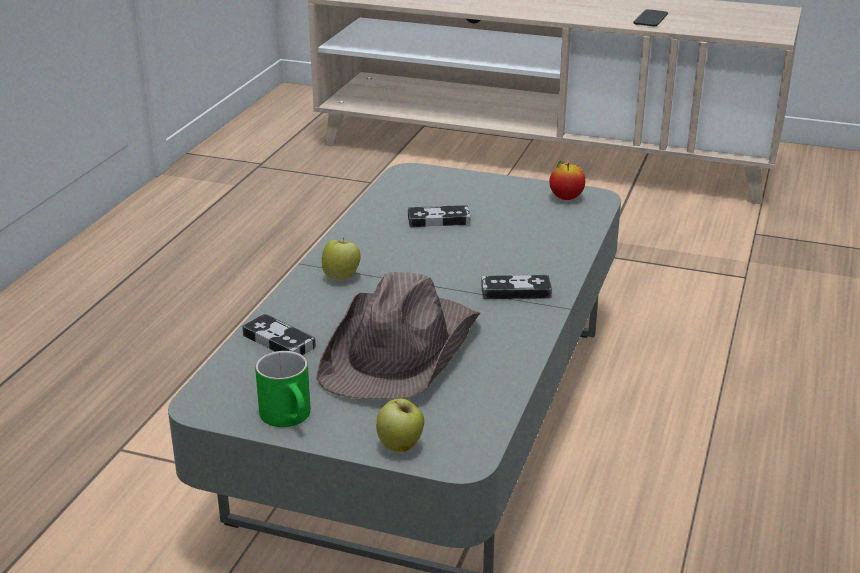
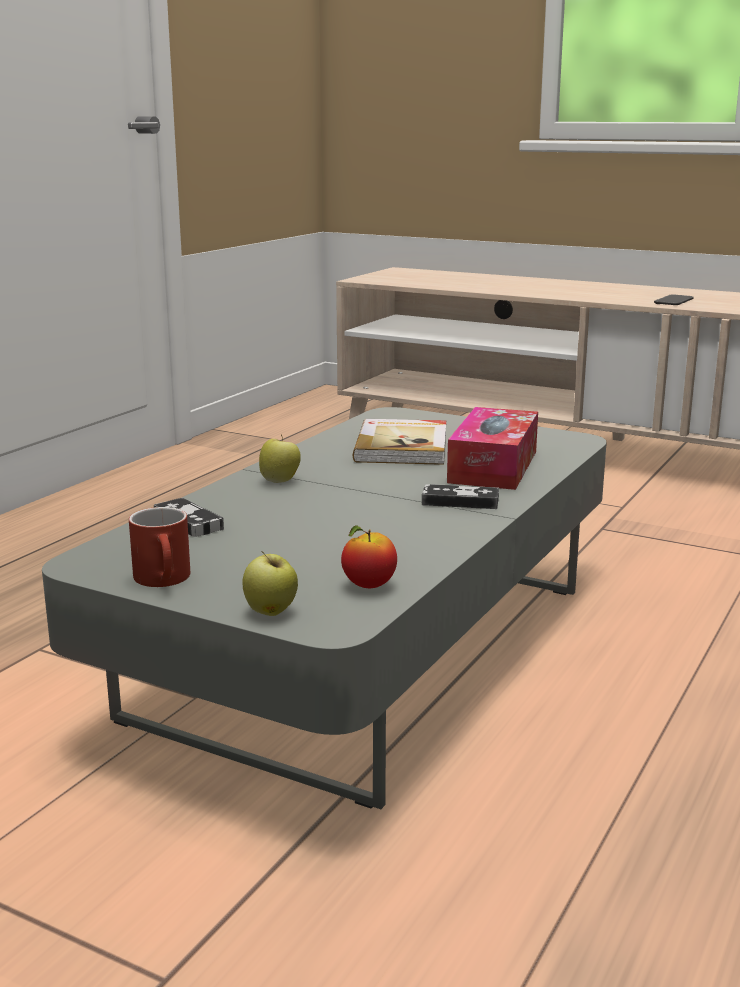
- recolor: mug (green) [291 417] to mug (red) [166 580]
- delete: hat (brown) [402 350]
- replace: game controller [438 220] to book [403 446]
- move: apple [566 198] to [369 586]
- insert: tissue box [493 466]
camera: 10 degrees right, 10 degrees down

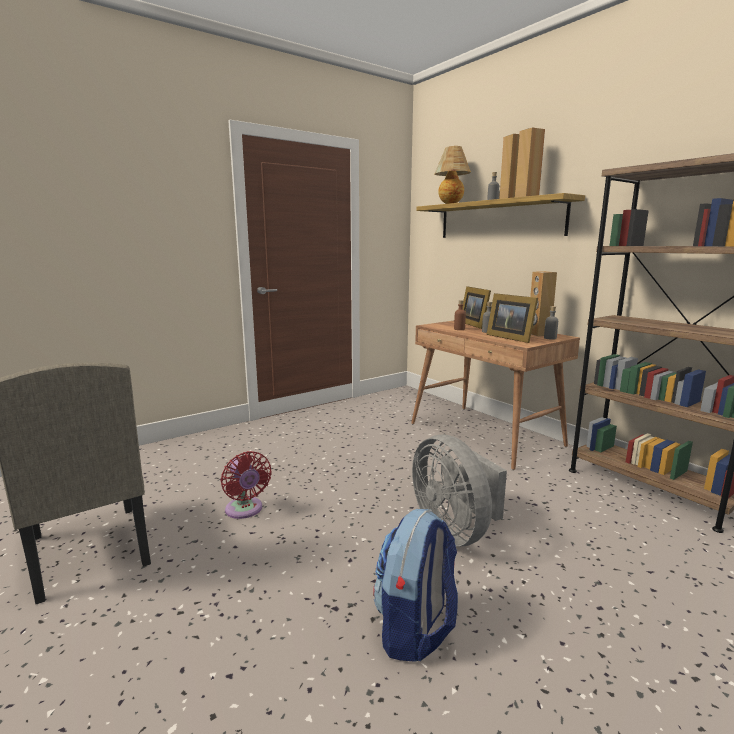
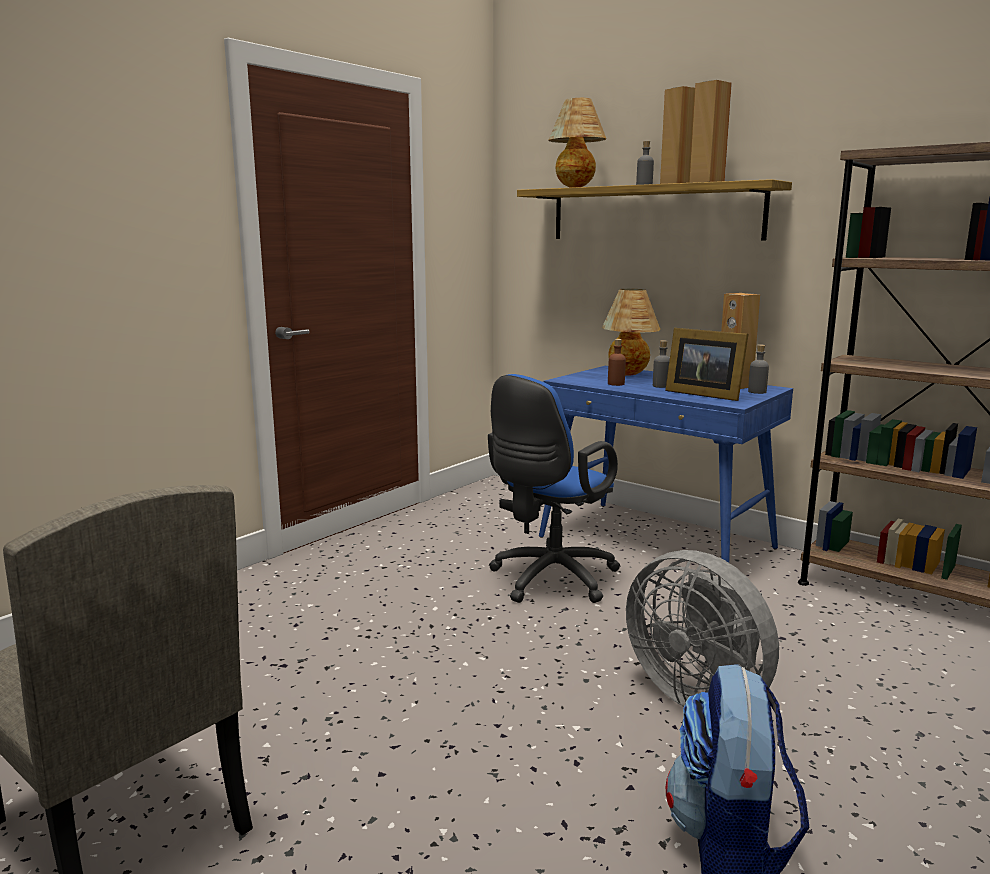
- delete: fan (red) [245 510]
- recolor: desk (brown) [485 435] to desk (blue) [657 543]
- replace: picture frame [474 324] to table lamp [629 375]
- insert: office chair (blue) [549 580]
camera: 15 degrees left, 0 degrees up

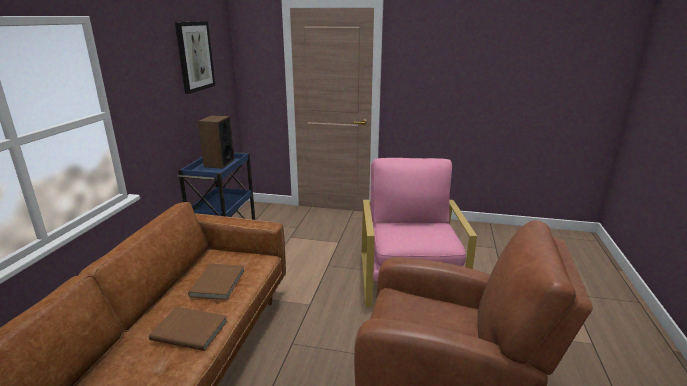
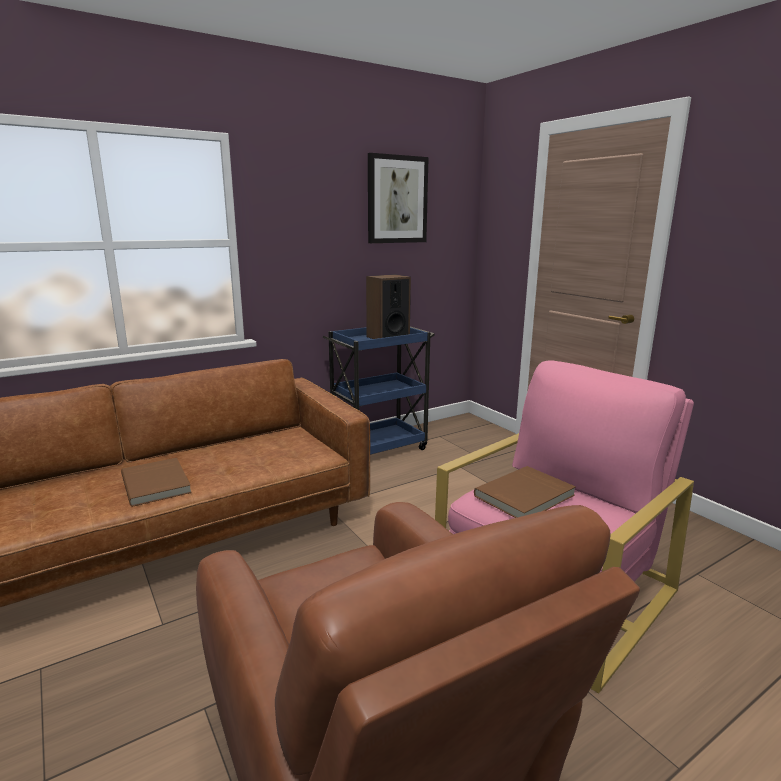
- move: book (brown) [219 283] to [526 496]
camera: 45 degrees right, 5 degrees down

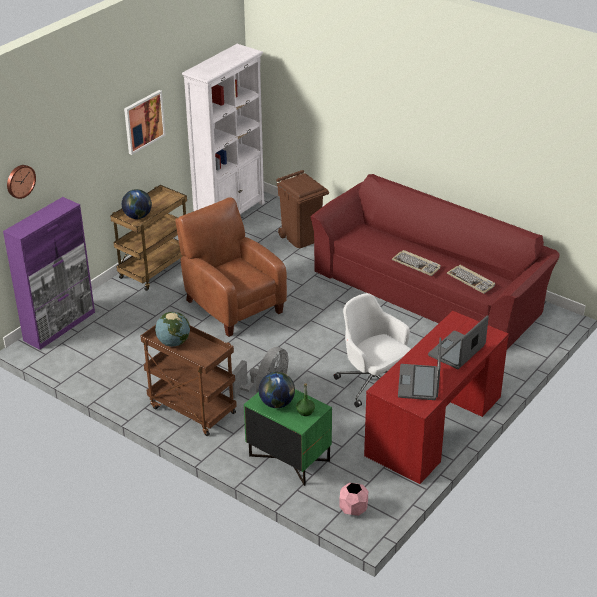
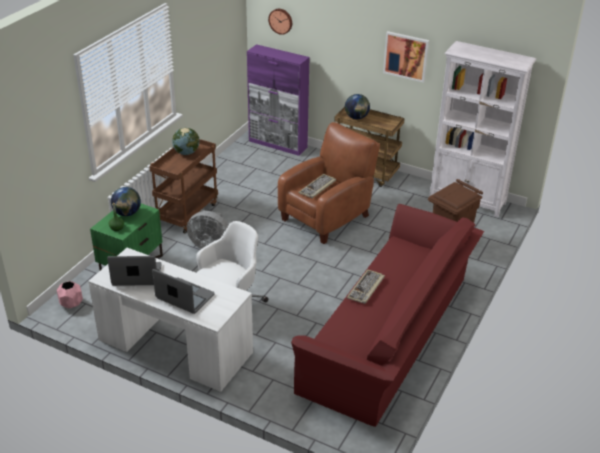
- recolor: desk (red) [433 425] to desk (white) [175 345]
- move: keyboard [471 280] to [317 187]
camera: 80 degrees right, 0 degrees up

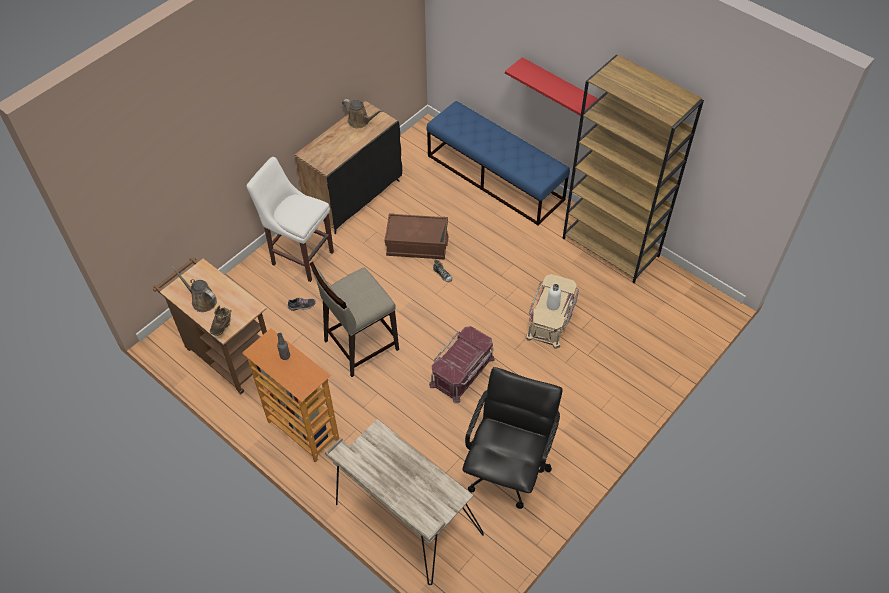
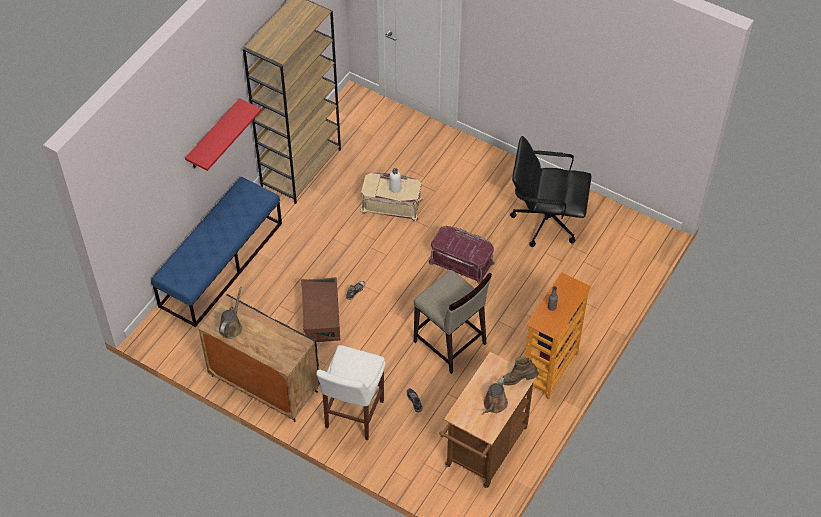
- delete: desk (beige) [404 519]
camera: 100 degrees left, 0 degrees up

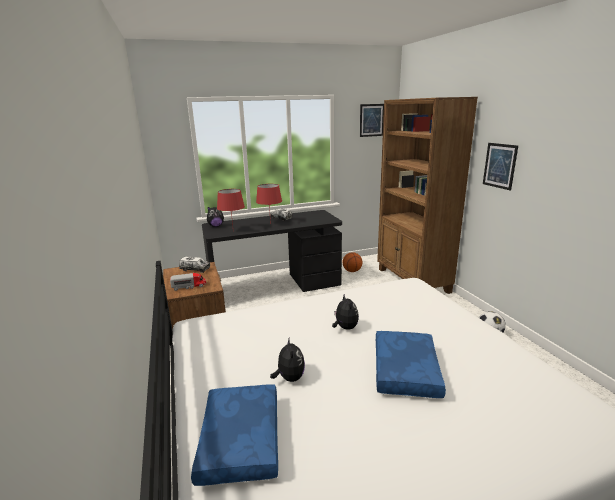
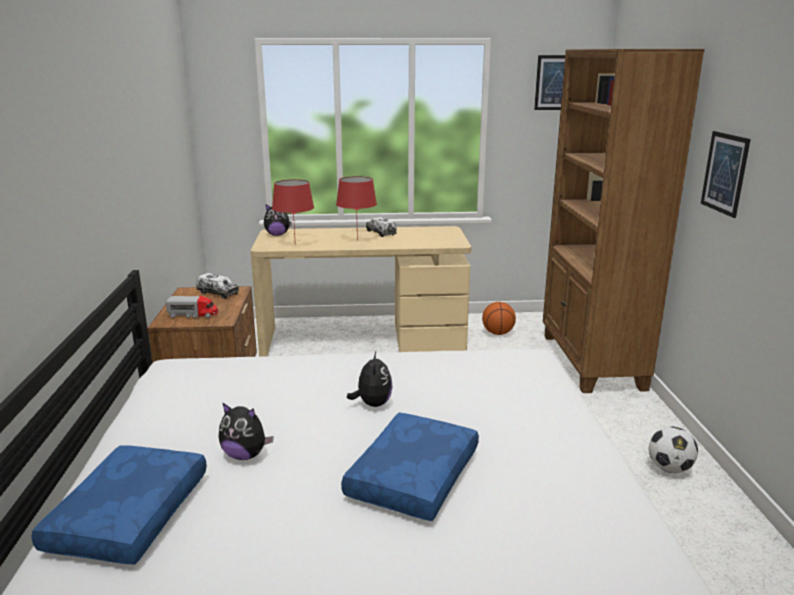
- recolor: desk (black) [275 286] to desk (beige) [363 340]
- rotate: plush toy [289 378] = [245 455] 105 degrees clockwise
camera: 15 degrees right, 0 degrees up

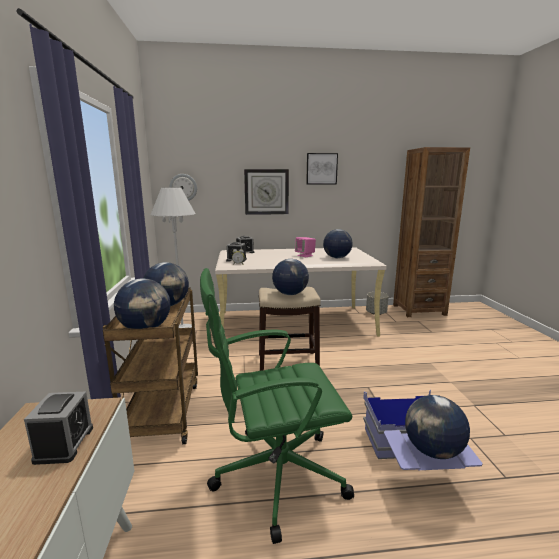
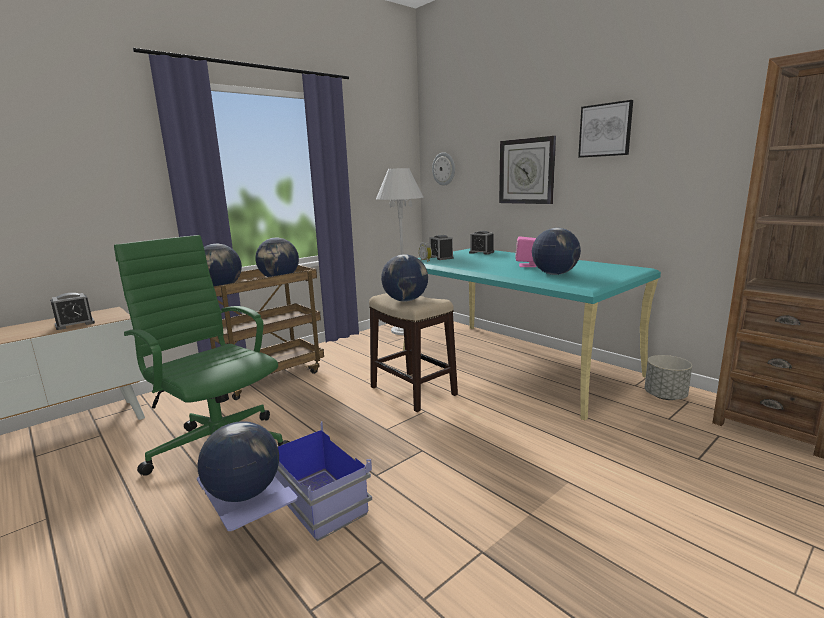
- recolor: desk (beige) [295 323] to desk (turquoise) [515 363]
camera: 55 degrees right, 0 degrees up

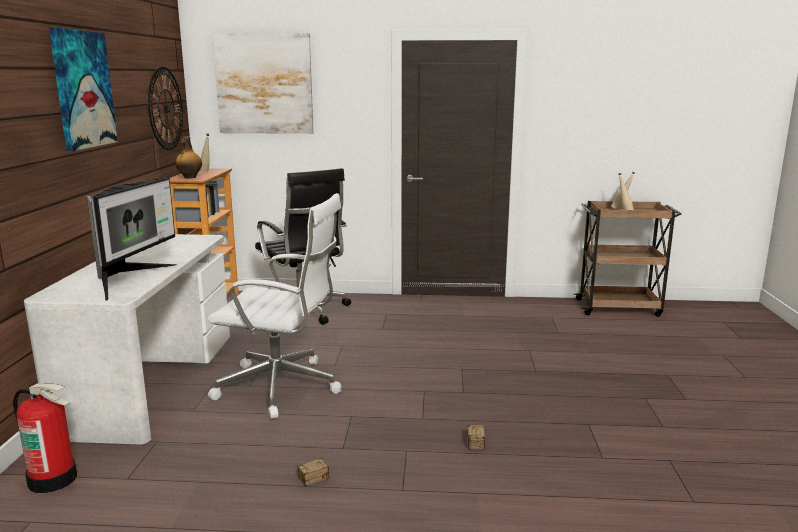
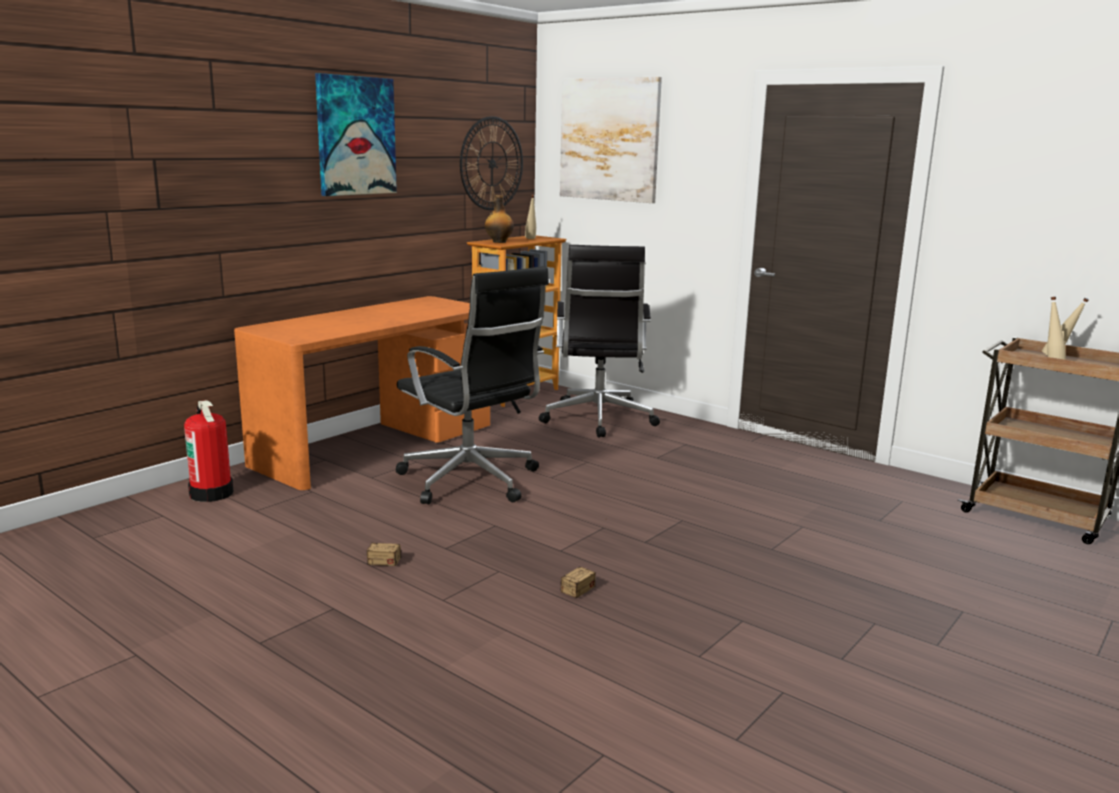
- recolor: desk (white) [152 380] to desk (orange) [375 444]
- delete: monitor [130 280]
- recolor: office chair (white) [282 387] to office chair (black) [471 482]
camera: 35 degrees right, 0 degrees up

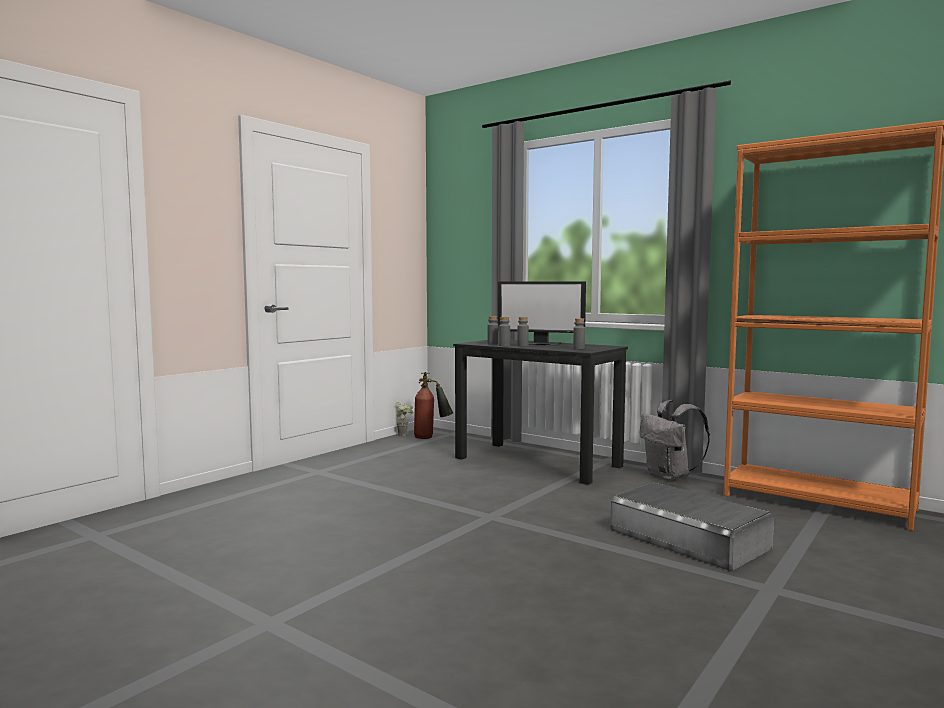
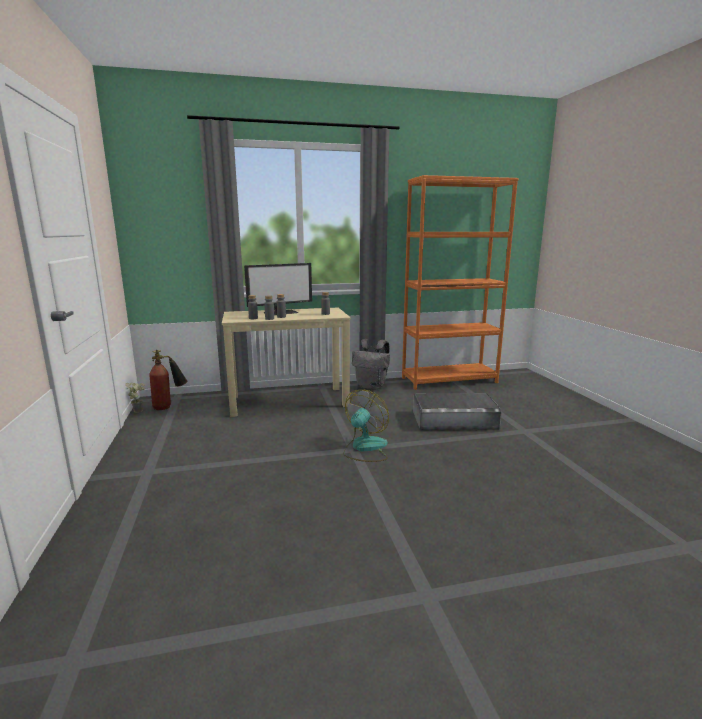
- recolor: desk (black) [538 462] to desk (beige) [289 401]
- insert: fan [365 448]
camera: 50 degrees left, 10 degrees up

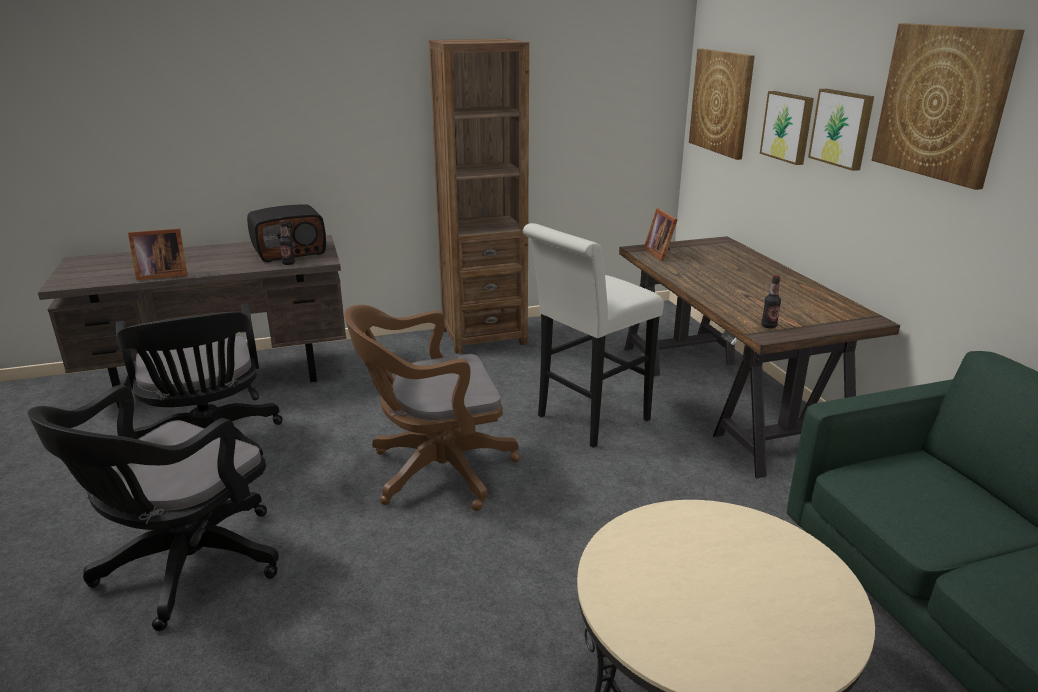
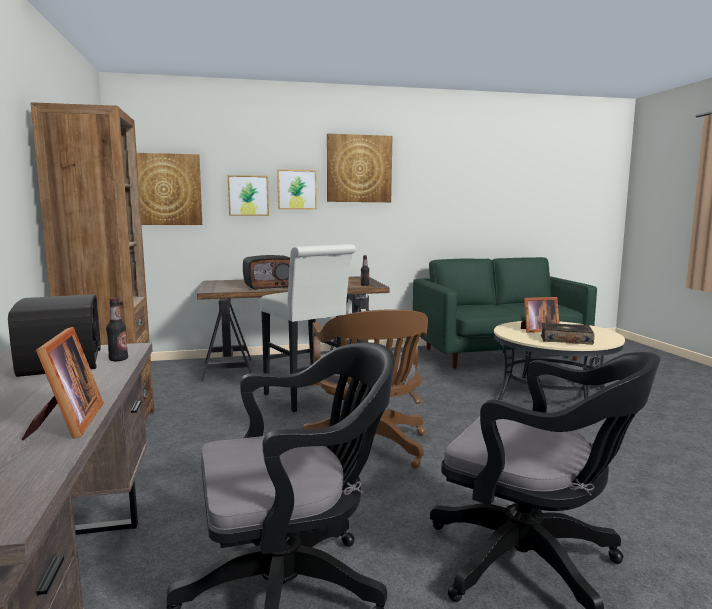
- move: picture frame [661 253] to [537 330]
- insert: radio [270 286]
- insert: book [565 340]
camera: 85 degrees left, 15 degrees down

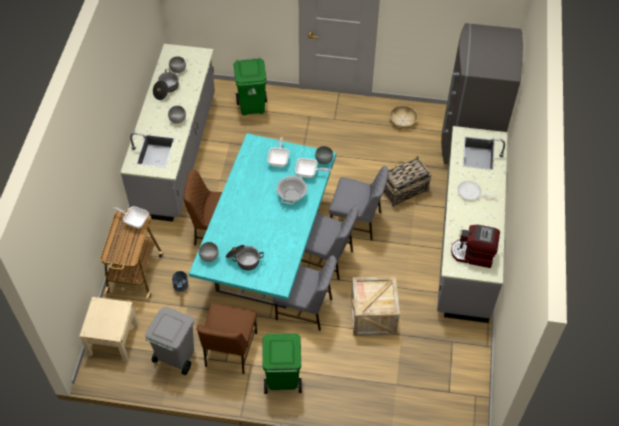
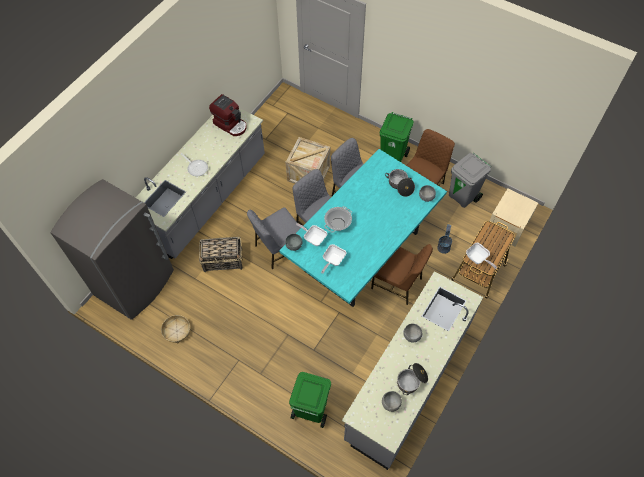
- rotate: chair (grey) [356 221] = [278 248] 75 degrees counterclockwise
camera: 155 degrees left, 5 degrees up

